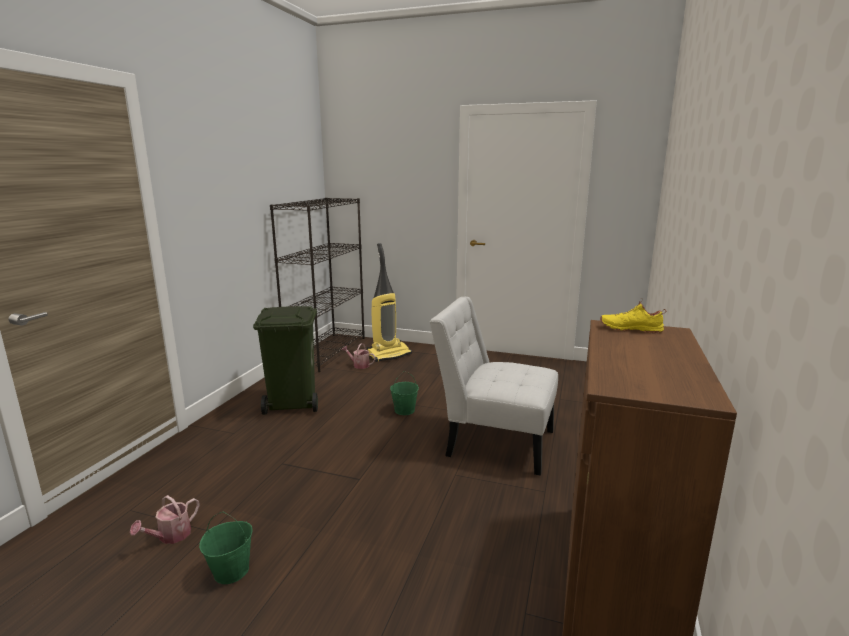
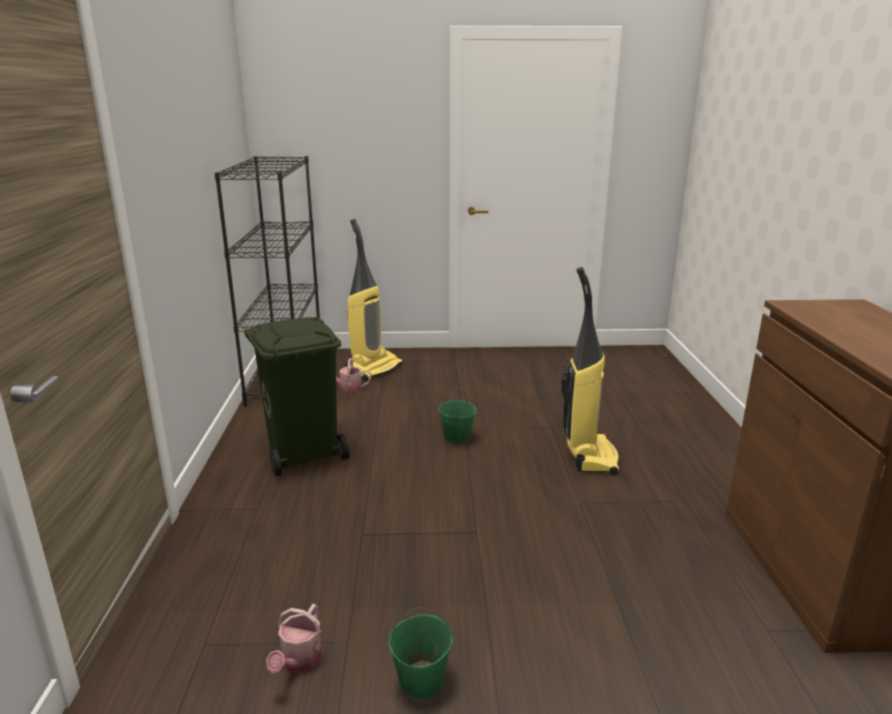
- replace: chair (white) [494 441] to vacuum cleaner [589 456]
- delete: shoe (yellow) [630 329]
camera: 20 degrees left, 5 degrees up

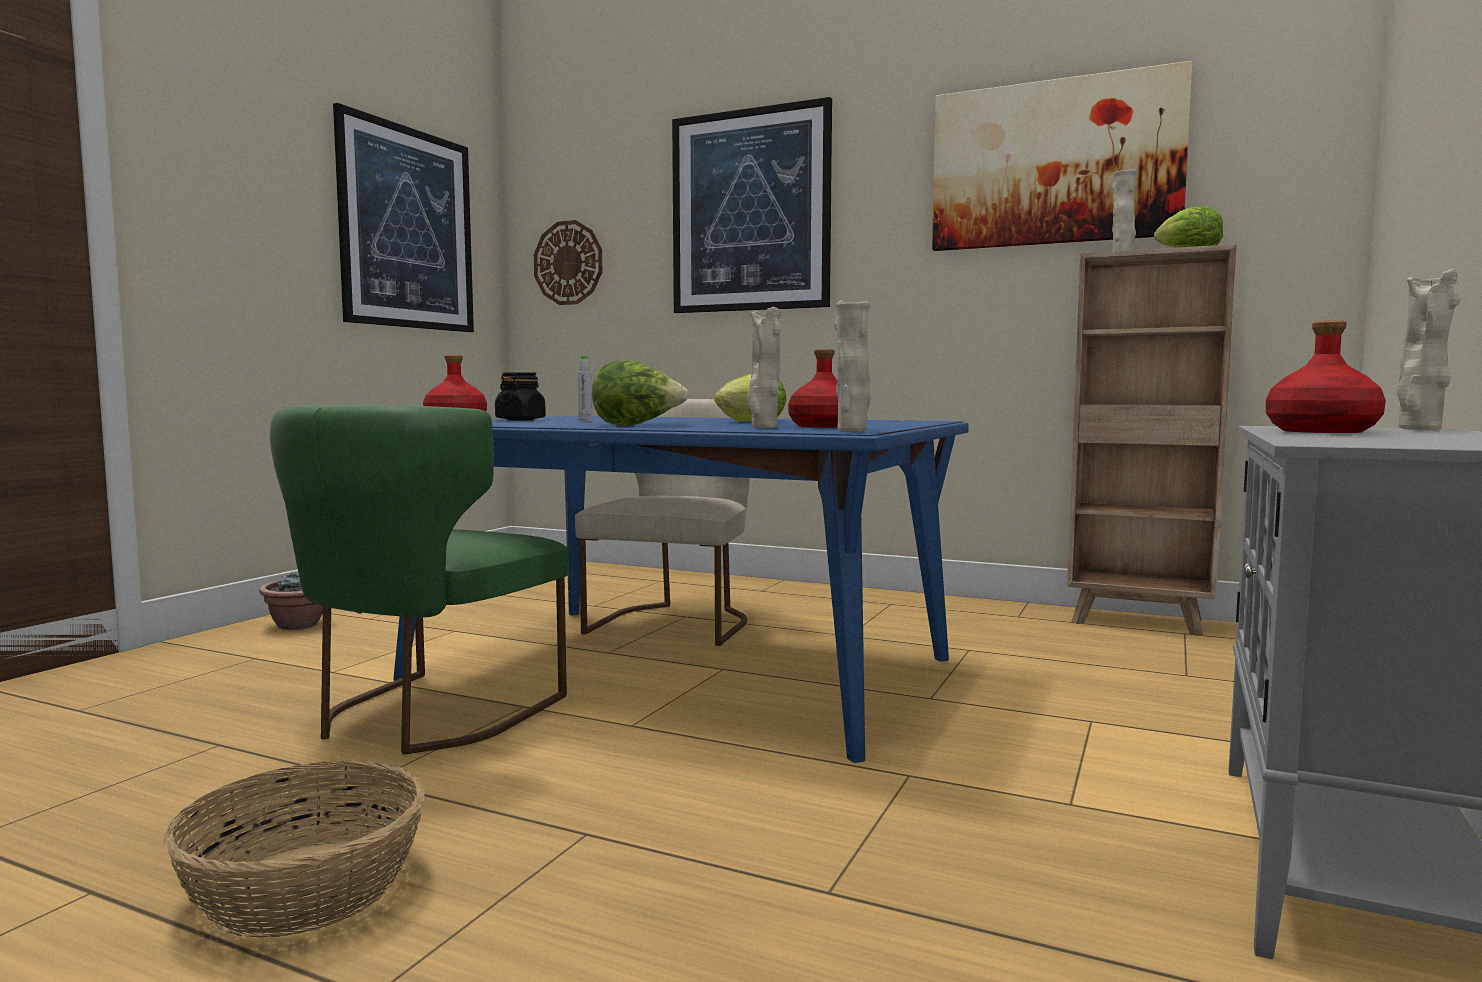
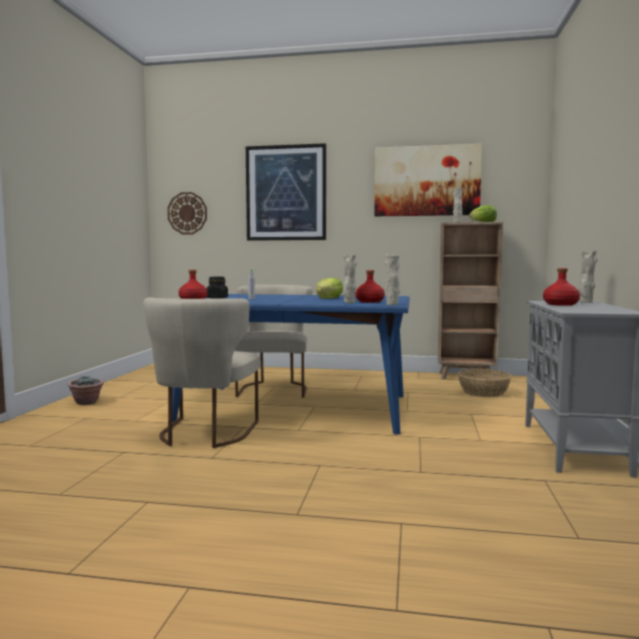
- move: basket [307 887] to [484 392]
- recolor: chair (green) [424 717] to chair (beige) [204 434]
- delete: picture [407 228]
- delete: lettuce [637 426]
camera: 15 degrees left, 0 degrees up

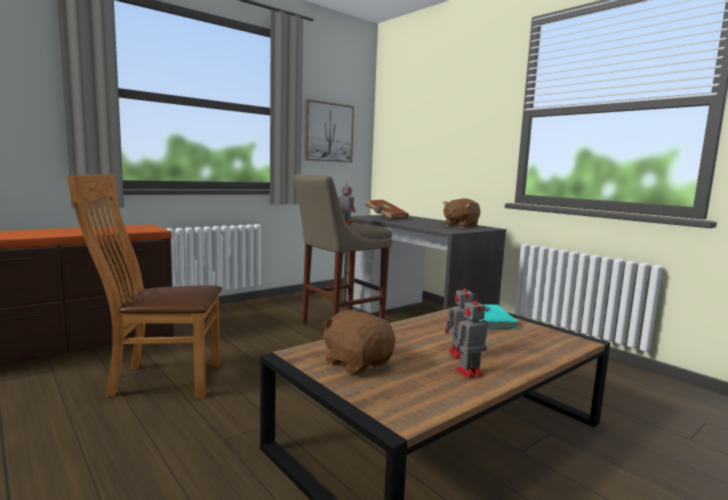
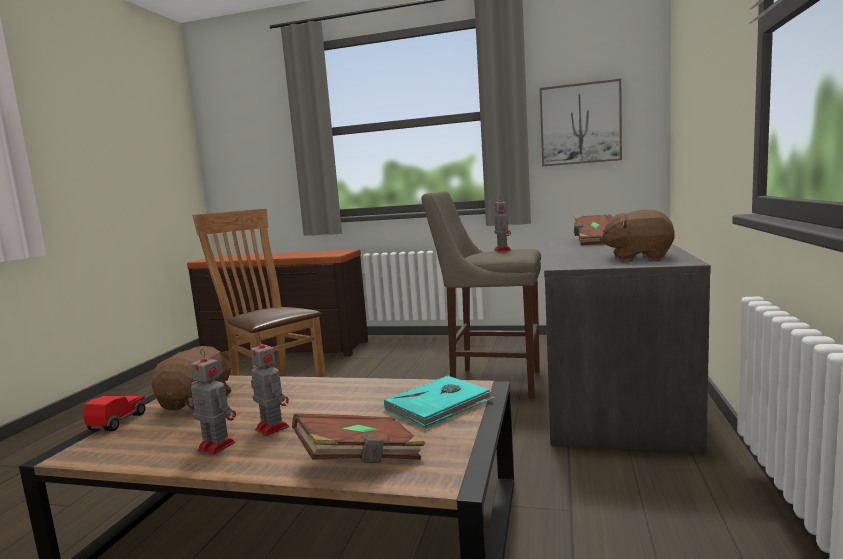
- insert: toy car [118 422]
- insert: book (brown) [360 460]
camera: 55 degrees right, 0 degrees up

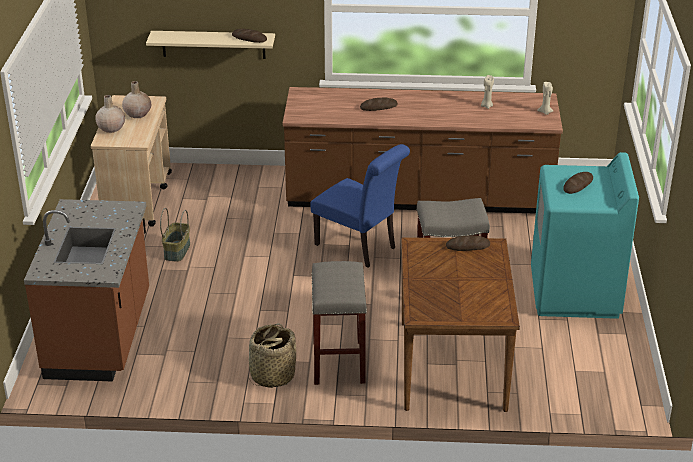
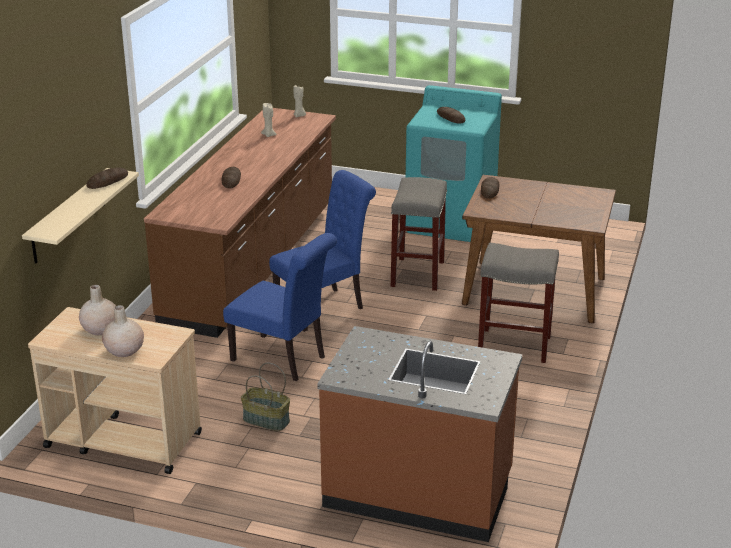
- delete: basket [272 375]
- insert: chair (blue) [283 359]
camera: 75 degrees left, 5 degrees down

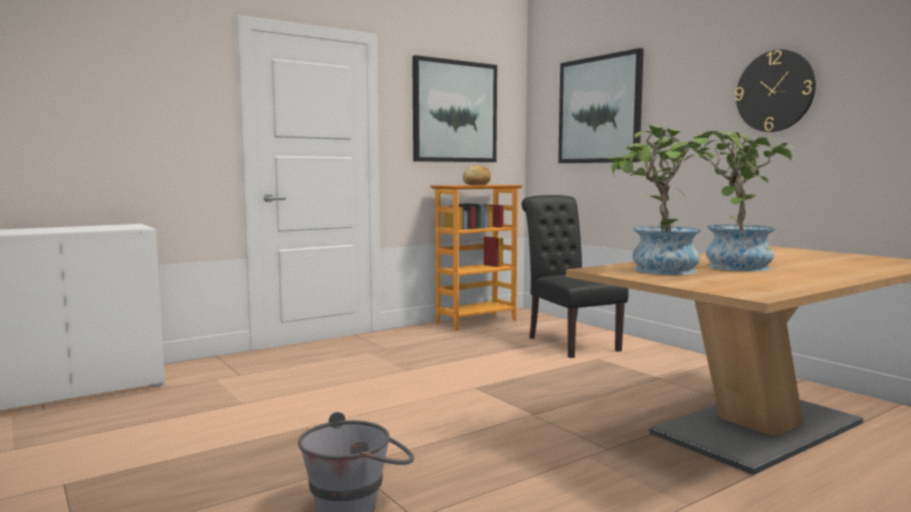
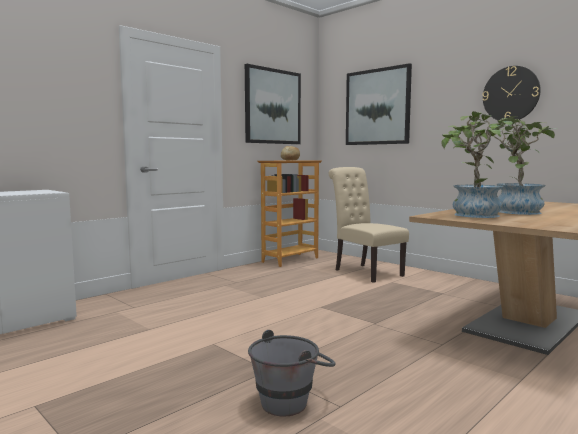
- recolor: chair (black) [568 343] to chair (beige) [365 272]
camera: 10 degrees left, 0 degrees up

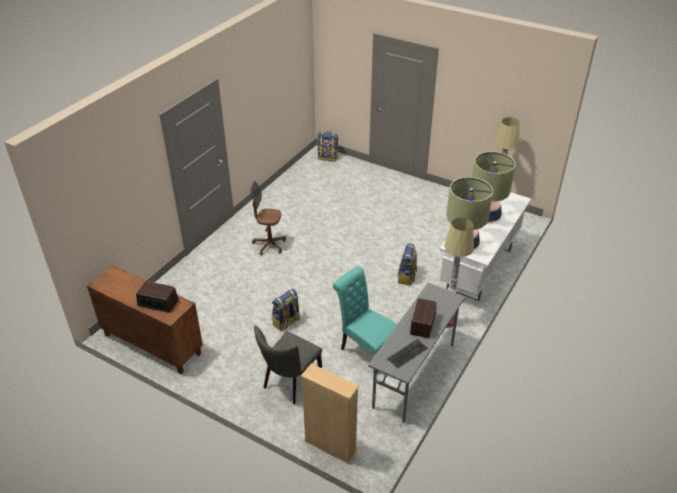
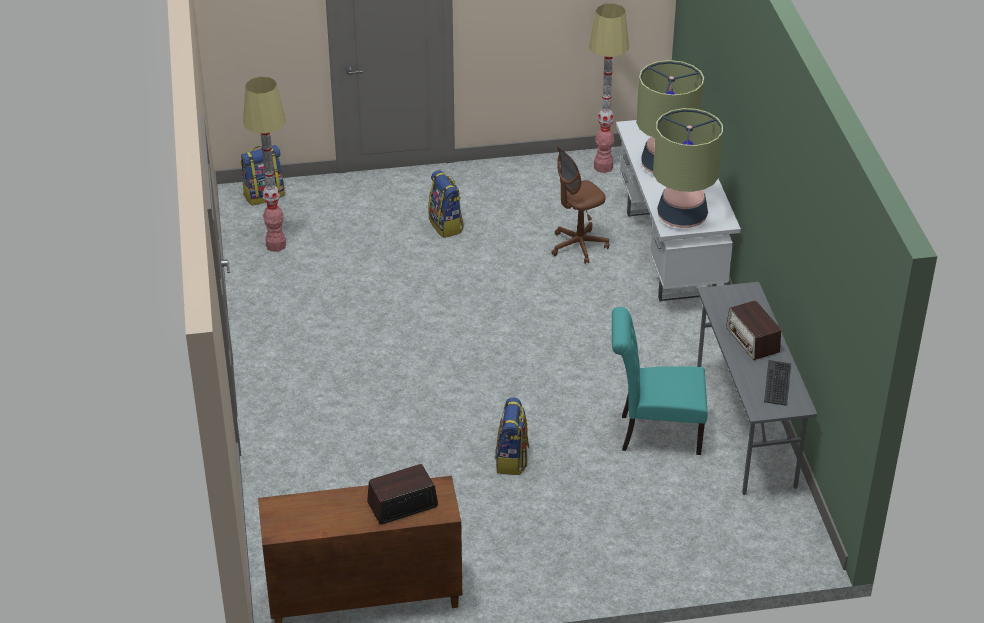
- move: office chair (brown) [269 245] to [578 246]
- delete: chair (grey) [290 383]
- delete: bookcase (beige) [330 446]
- move: backpack [407 277] to [446 225]
- move: floor lamp [448 322] to [276 245]
camera: 40 degrees left, 0 degrees up

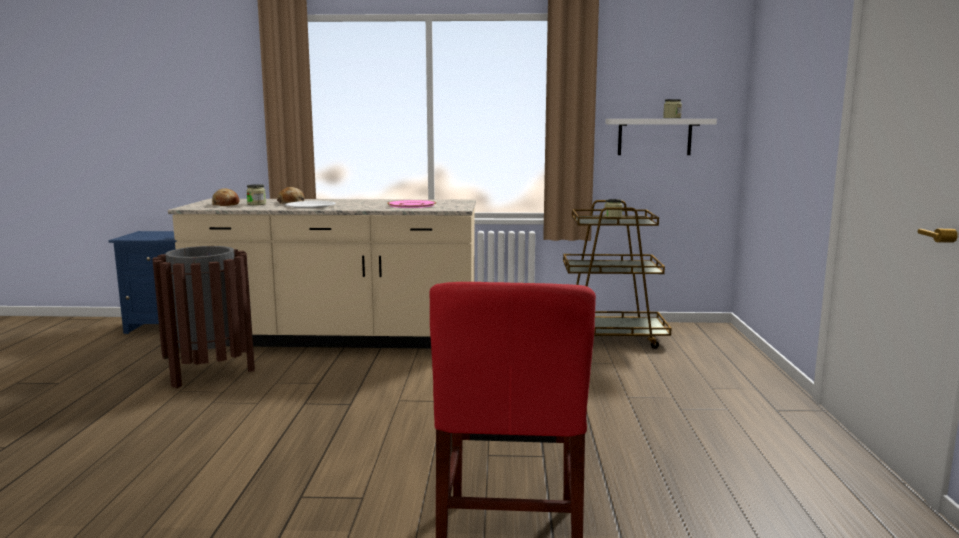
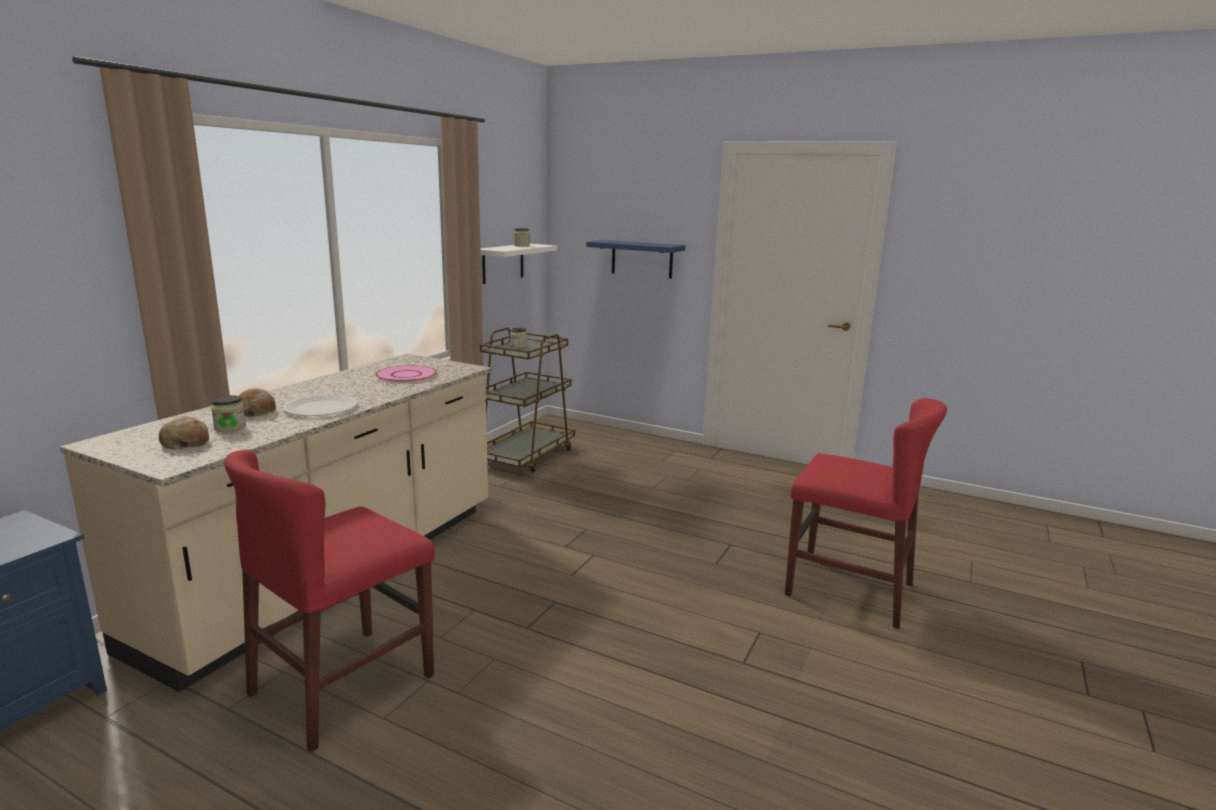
- replace: trash can (brown) [210 373] to chair (red) [343 684]
- insert: shelf (blue) [642 259]
camera: 65 degrees left, 5 degrees up

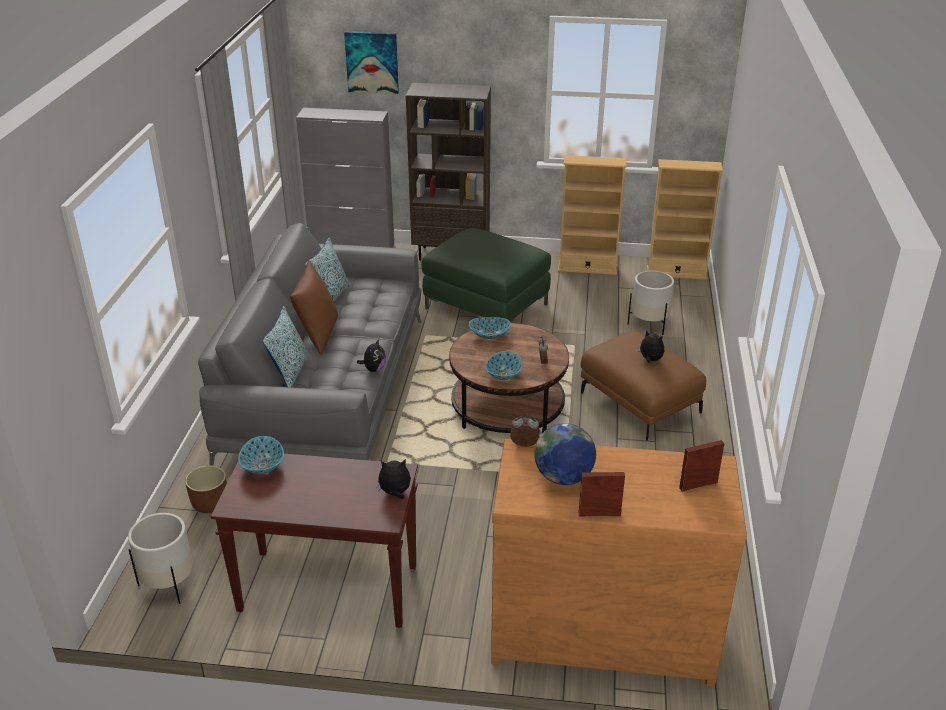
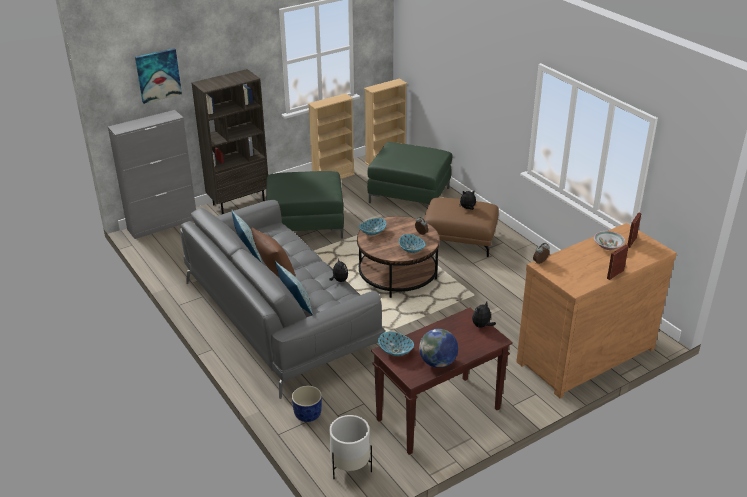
- recolor: planter (brown) [210 503] to planter (blue) [307 414]
- move: globe [563 477] to [438 363]
- replace: planter (white) [649 324] to ottoman (green) [409 195]
- insert: bowl [608 246]
camera: 40 degrees left, 0 degrees up

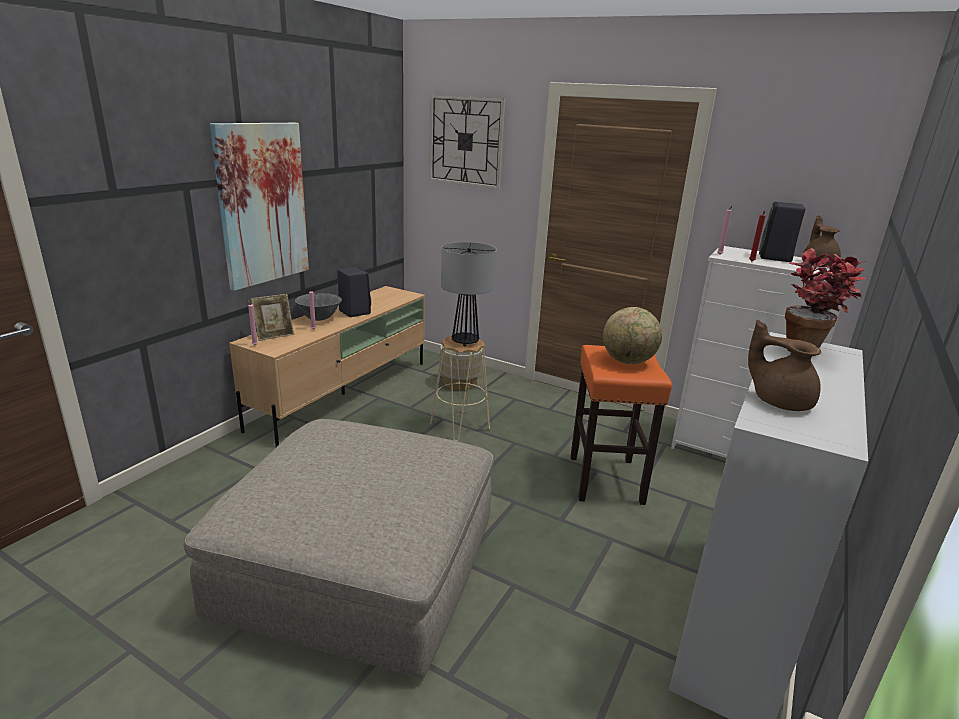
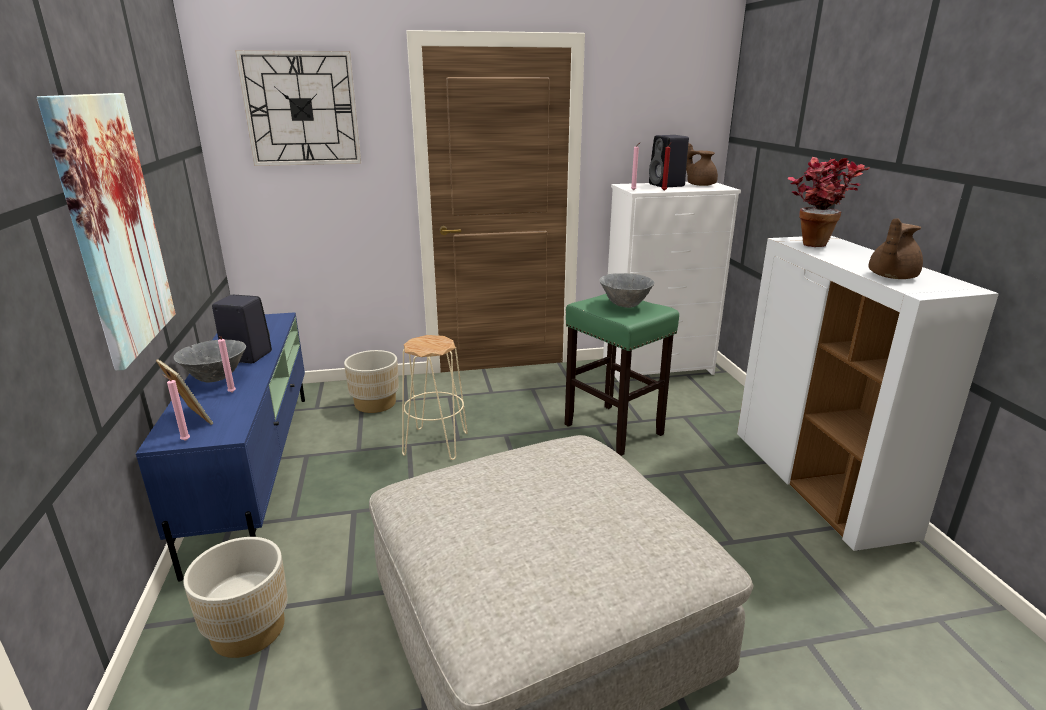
- recolor: tv stand (beige) [344 393] to tv stand (blue) [256 469]
- rotate: picture frame [274 335] = [191 419] 60 degrees counterclockwise
- delete: table lamp [465 342]
- recolor: stool (orange) [606 480] to stool (green) [614 429]
- replace: globe [628 361] to bowl (grey) [625 305]
- rotate: teapot (brown) [779 401] = [890 277] 45 degrees counterclockwise
- insert: planter (beige) [248 629]
camera: 40 degrees left, 0 degrees up

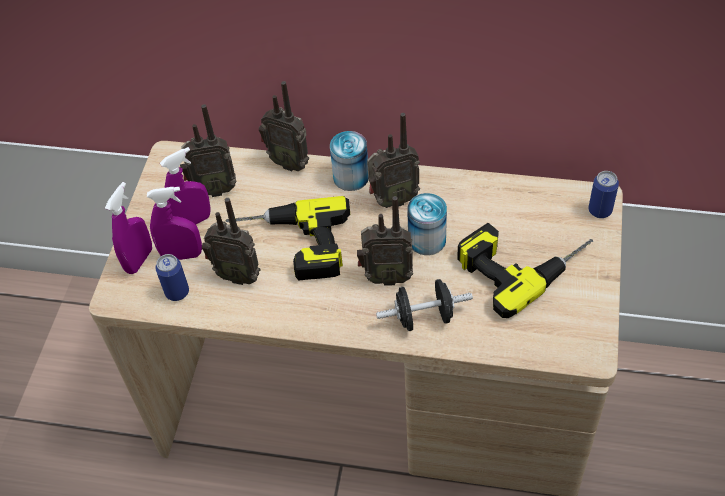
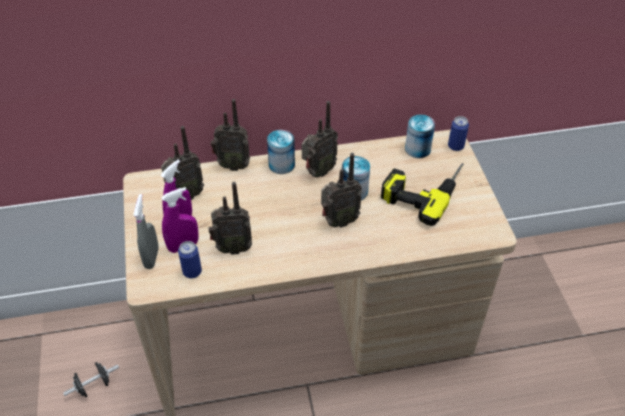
- recolor: spray bottle (purple) [139 260] to spray bottle (grey) [151 258]
- delete: power drill [290 246]
- move: dumbbell (black) [424 317] to [94 386]
- insert: can [417 149]
camera: 25 degrees left, 5 degrees down

